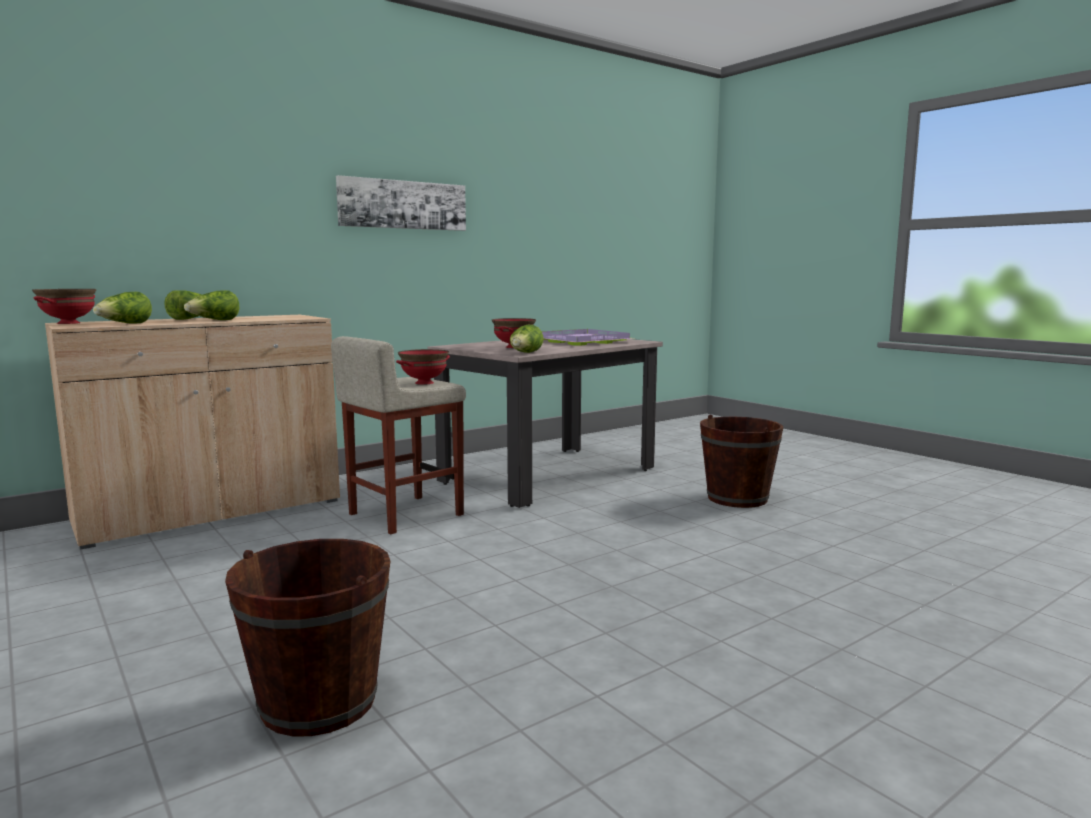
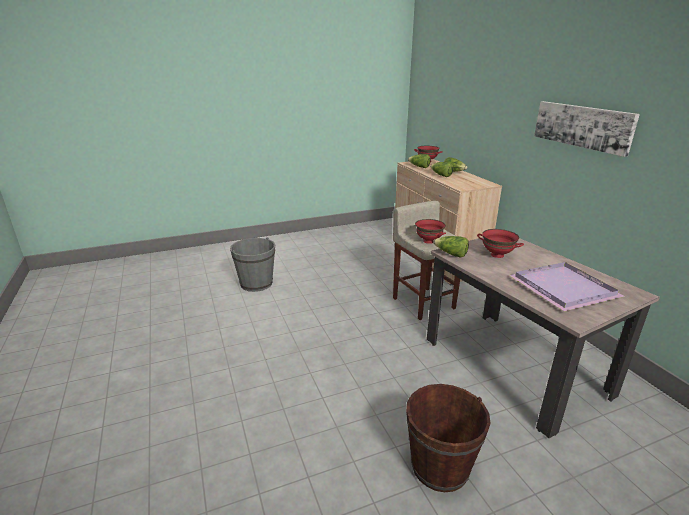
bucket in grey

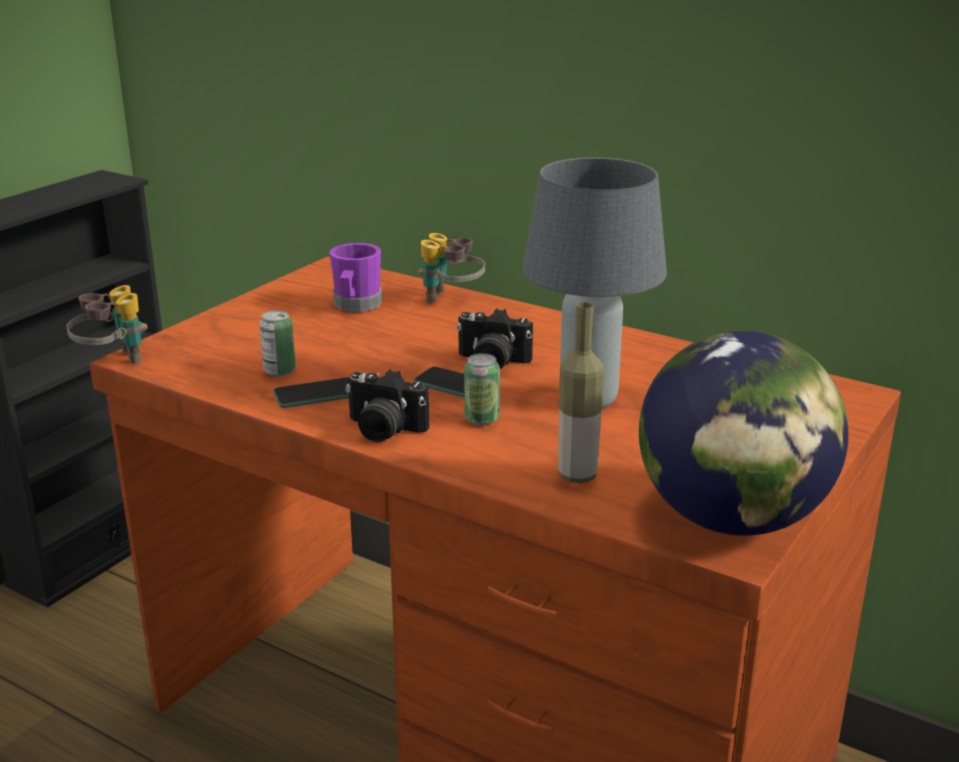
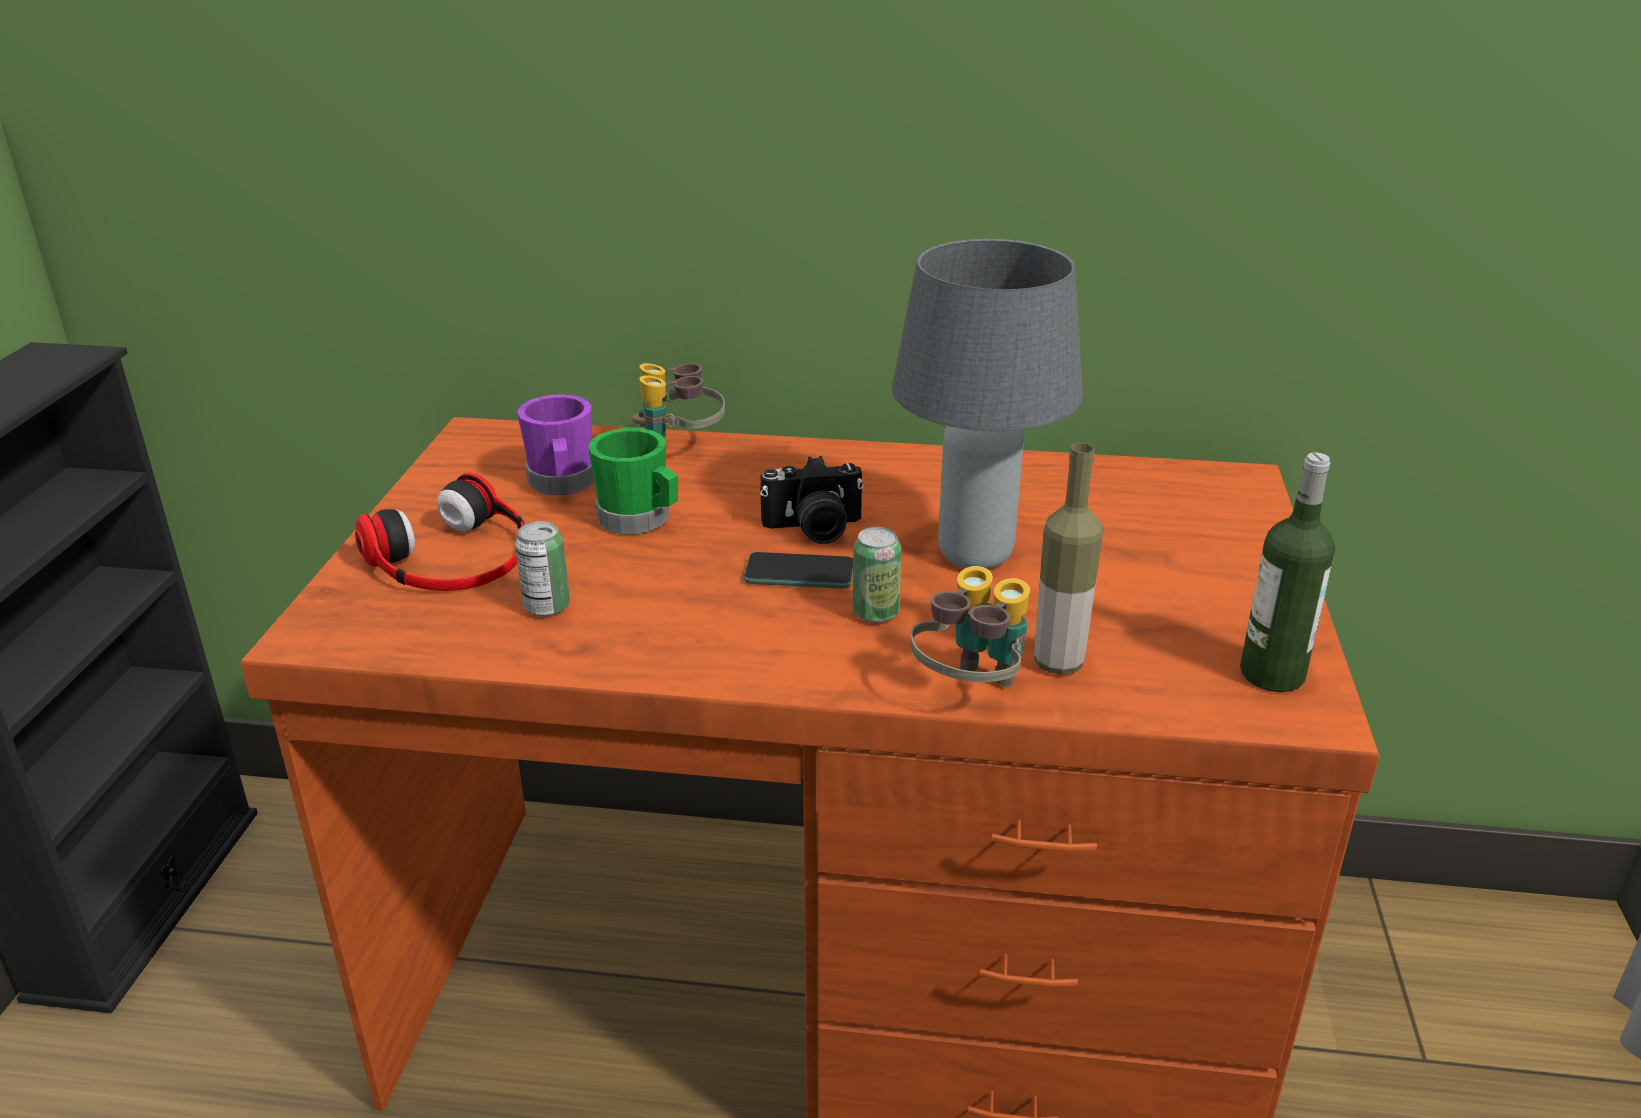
handset (no. 1 from left in the first image)
photo camera (no. 1 from left in the first image)
pair of headphones
coffee mug in greenish
pair of binoculars (no. 2 from left)
beverage bottle (no. 2 from left)

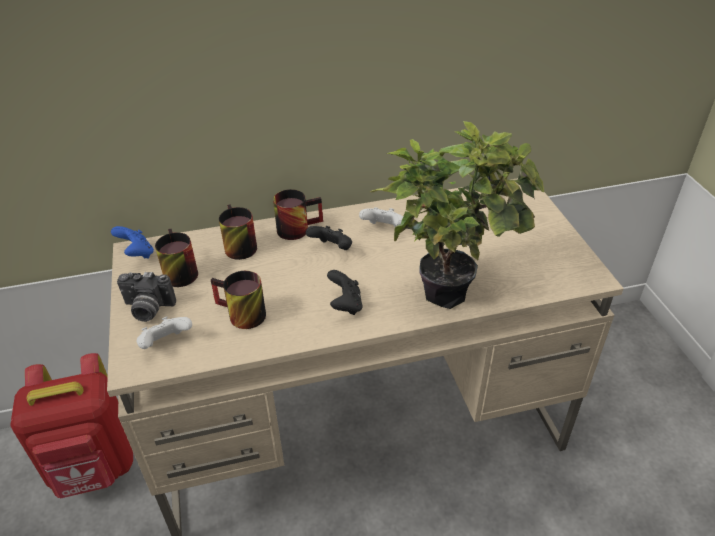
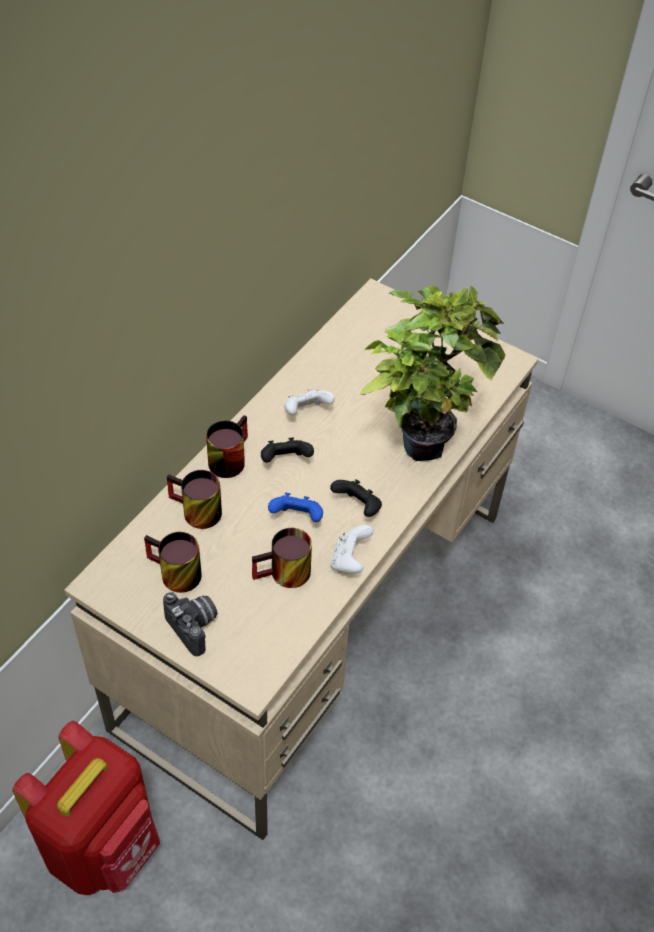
game controller in blue-coloured
game controller in white (no. 2 from left)
photo camera

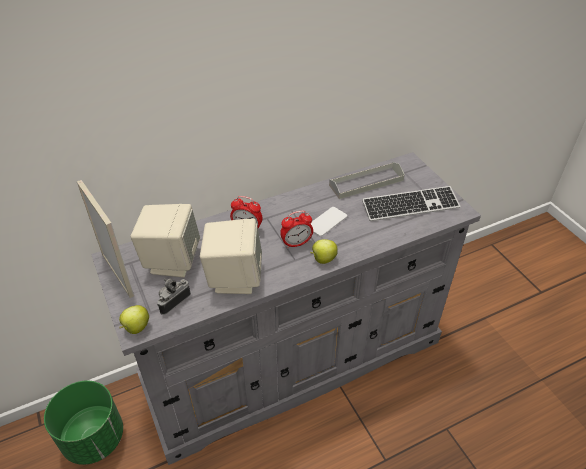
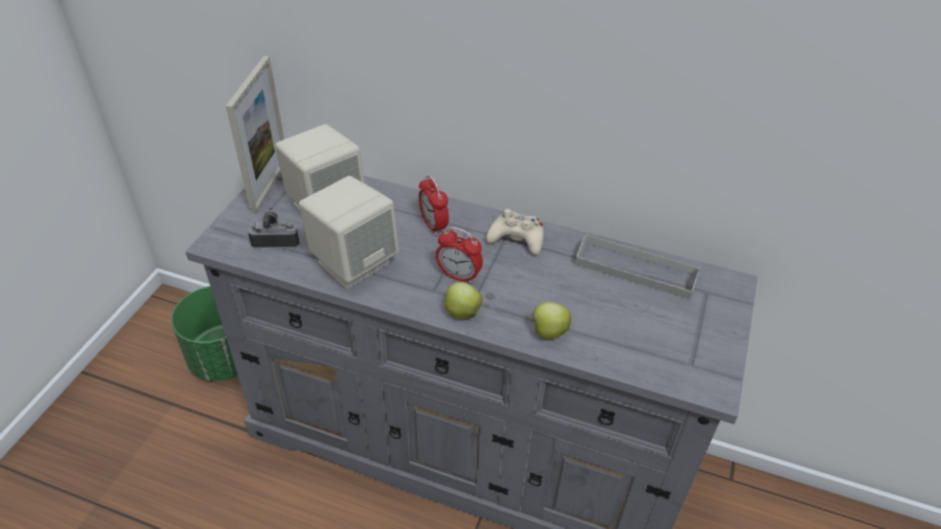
handset
computer keyboard
game controller in beige-coloured
apple (no. 2 from left)

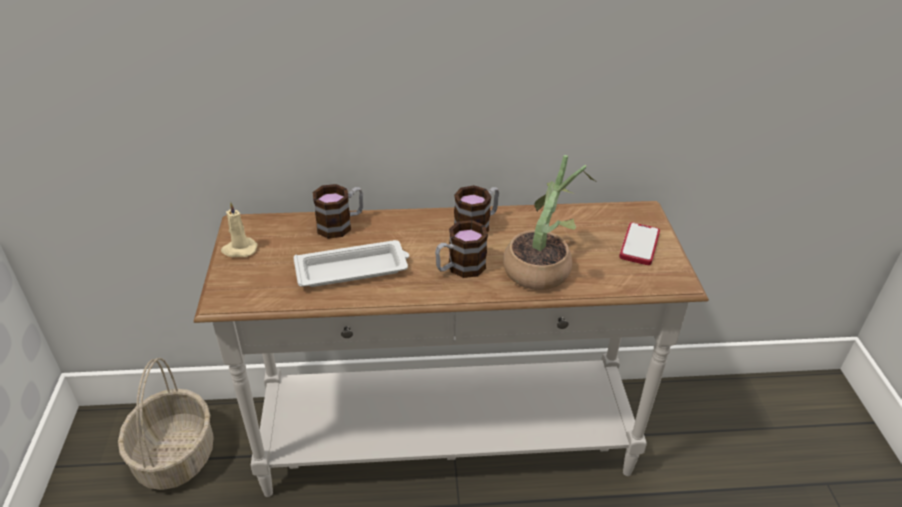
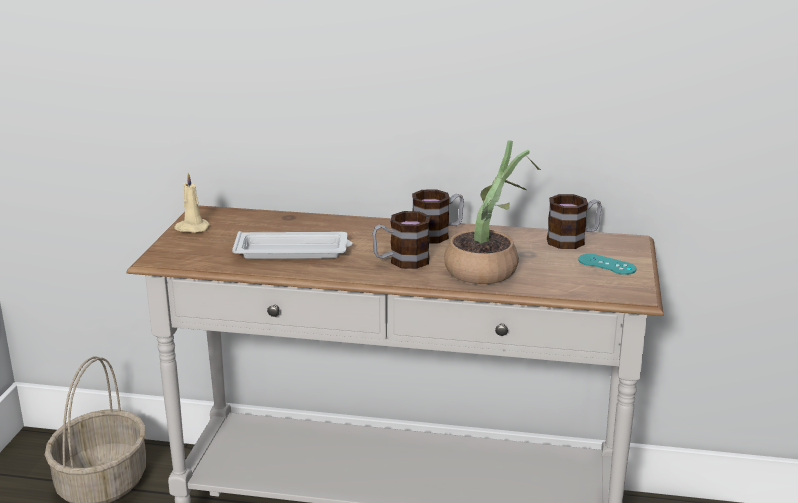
coffee mug (no. 3 from left)
game controller in blue-green

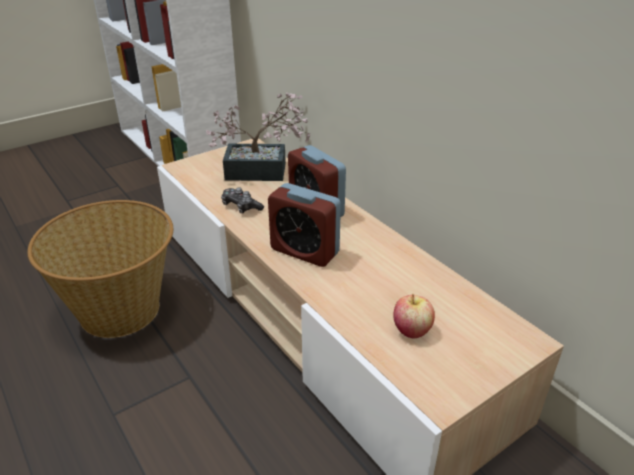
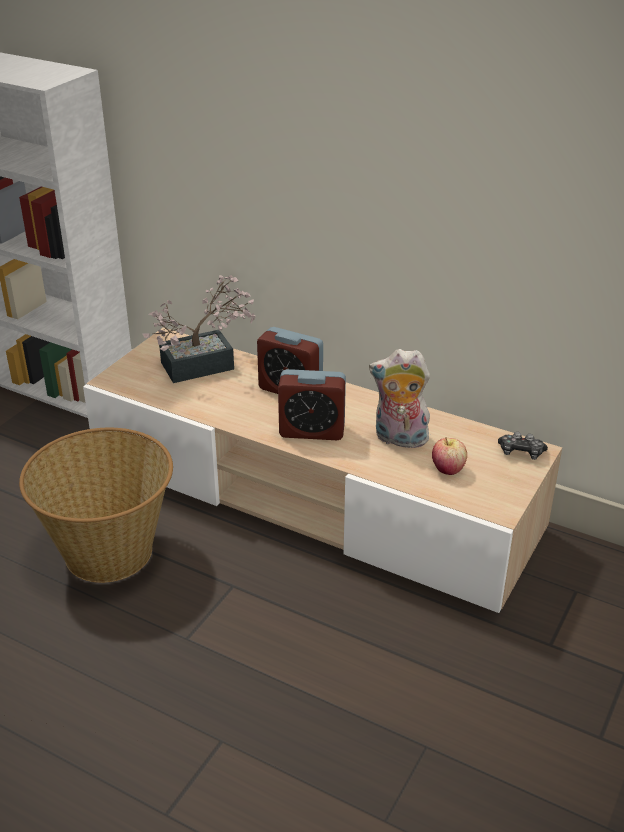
soft toy
game controller

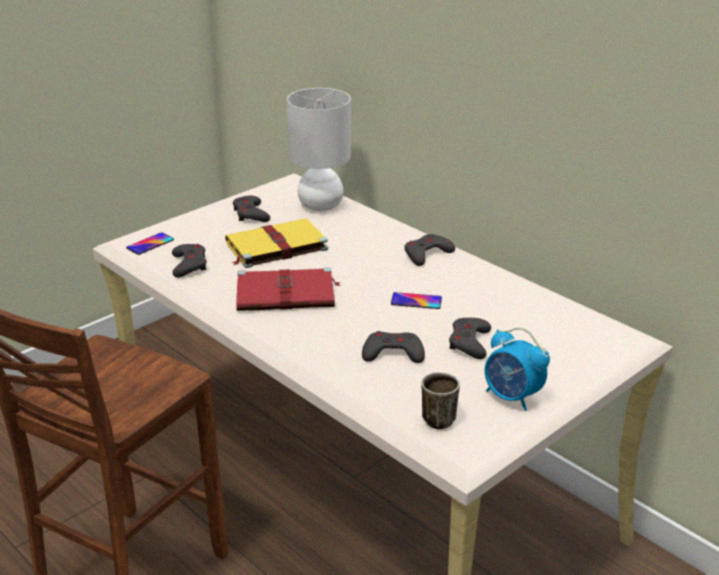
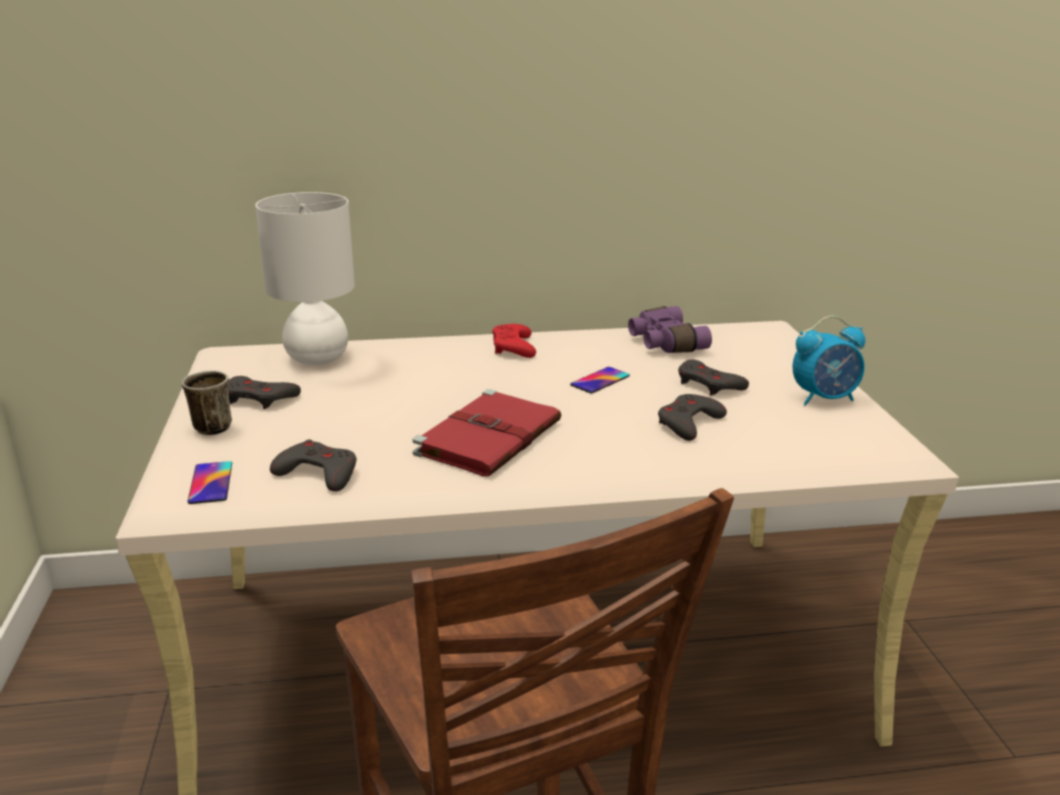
book in yellow
pair of binoculars in purplish
coffee mug
game controller in red

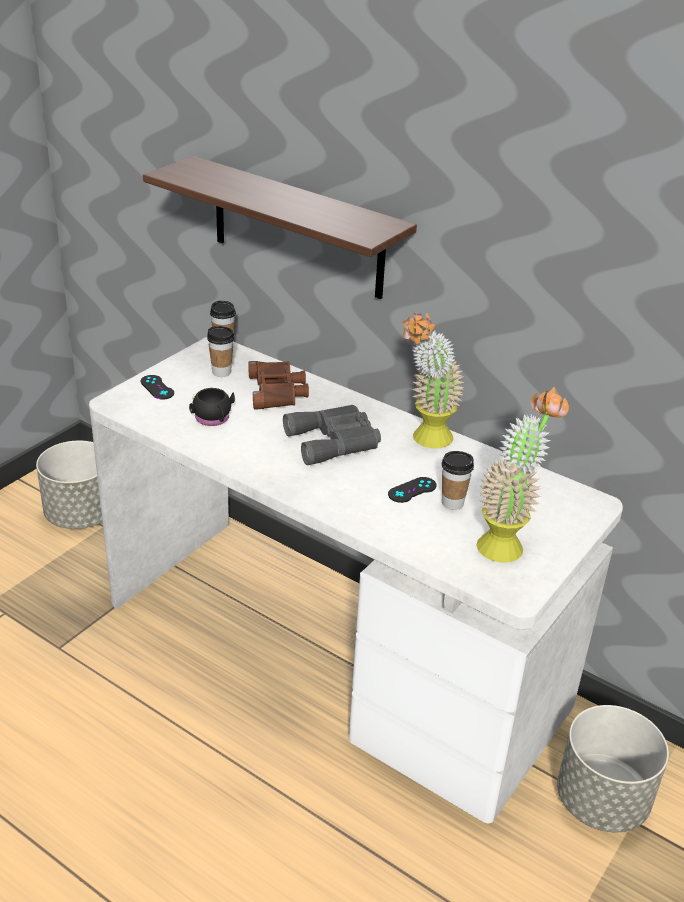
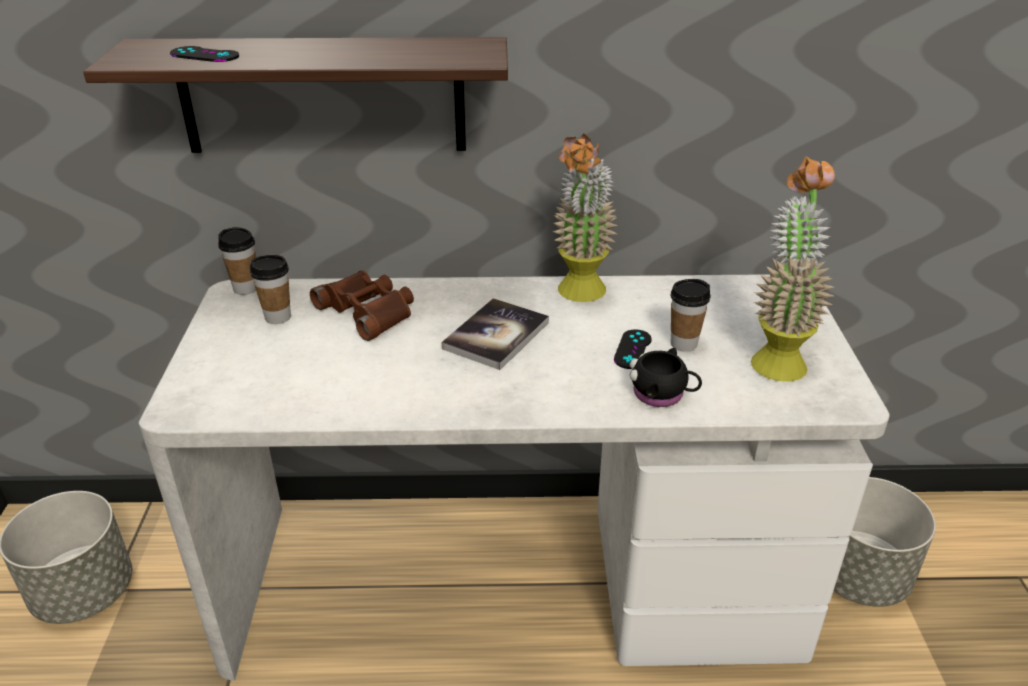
game controller in black-coloured (no. 1 from left)
coffee mug in black-coloured
book

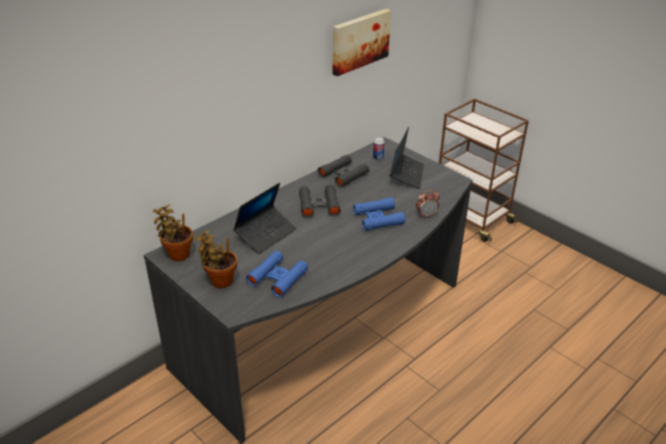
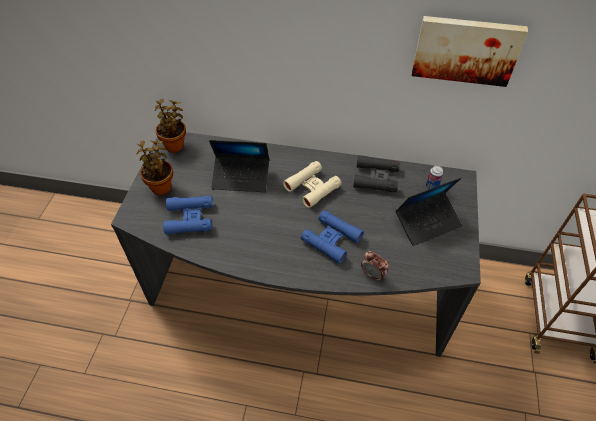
pair of binoculars in beige-coloured

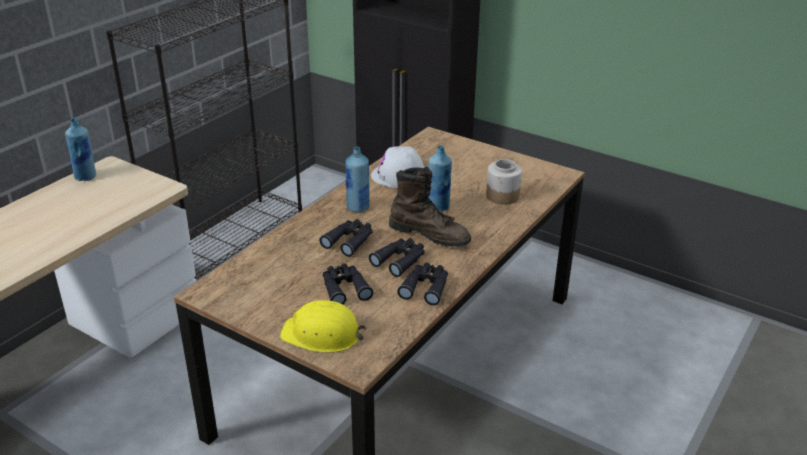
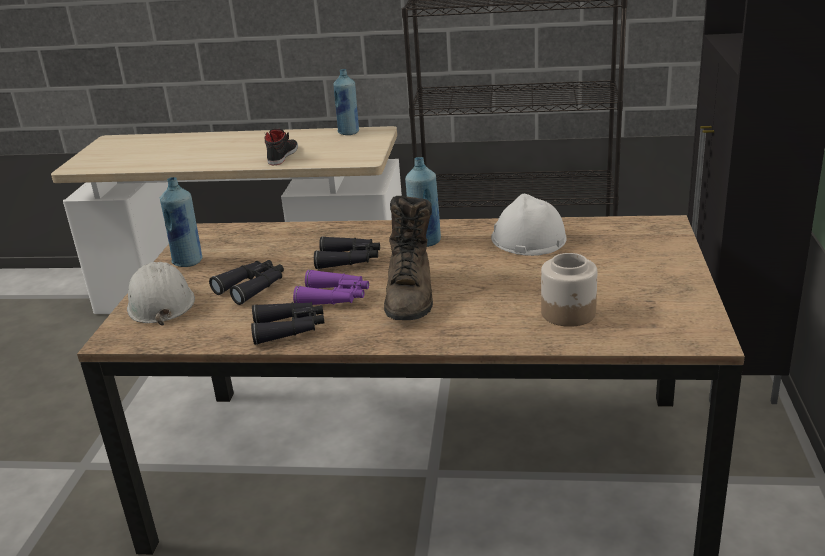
low shoe in black-coloured
beverage bottle in blue-coloured (no. 1 from left)
hard hat in white (no. 1 from left)
pair of binoculars in purplish

